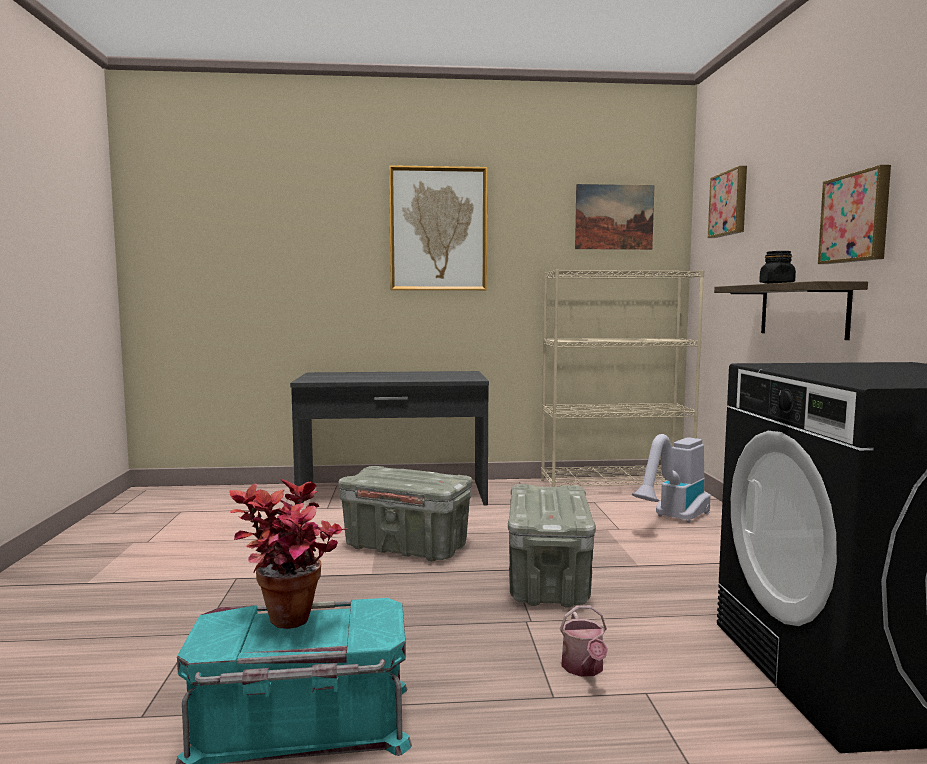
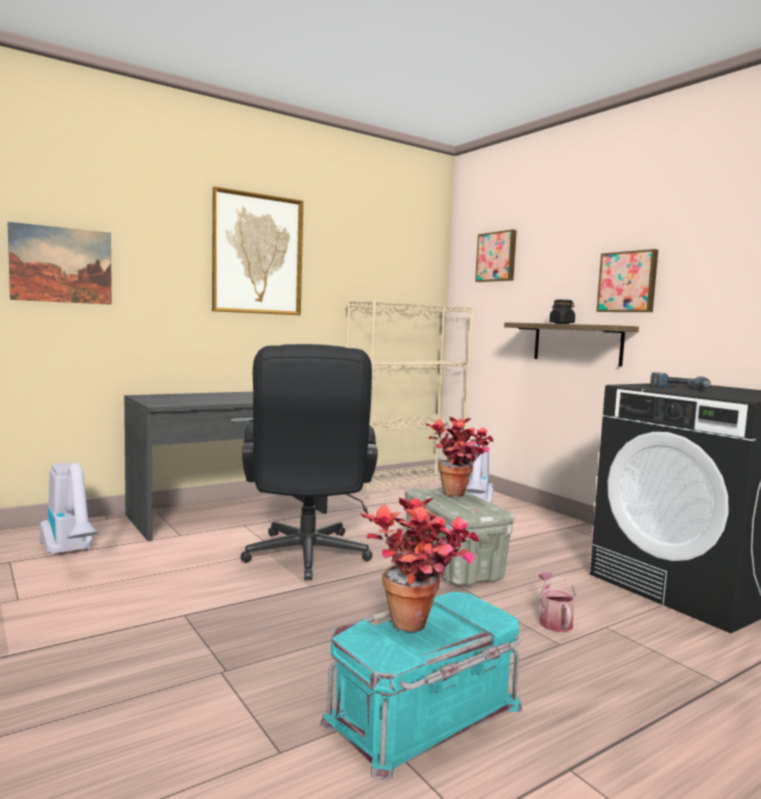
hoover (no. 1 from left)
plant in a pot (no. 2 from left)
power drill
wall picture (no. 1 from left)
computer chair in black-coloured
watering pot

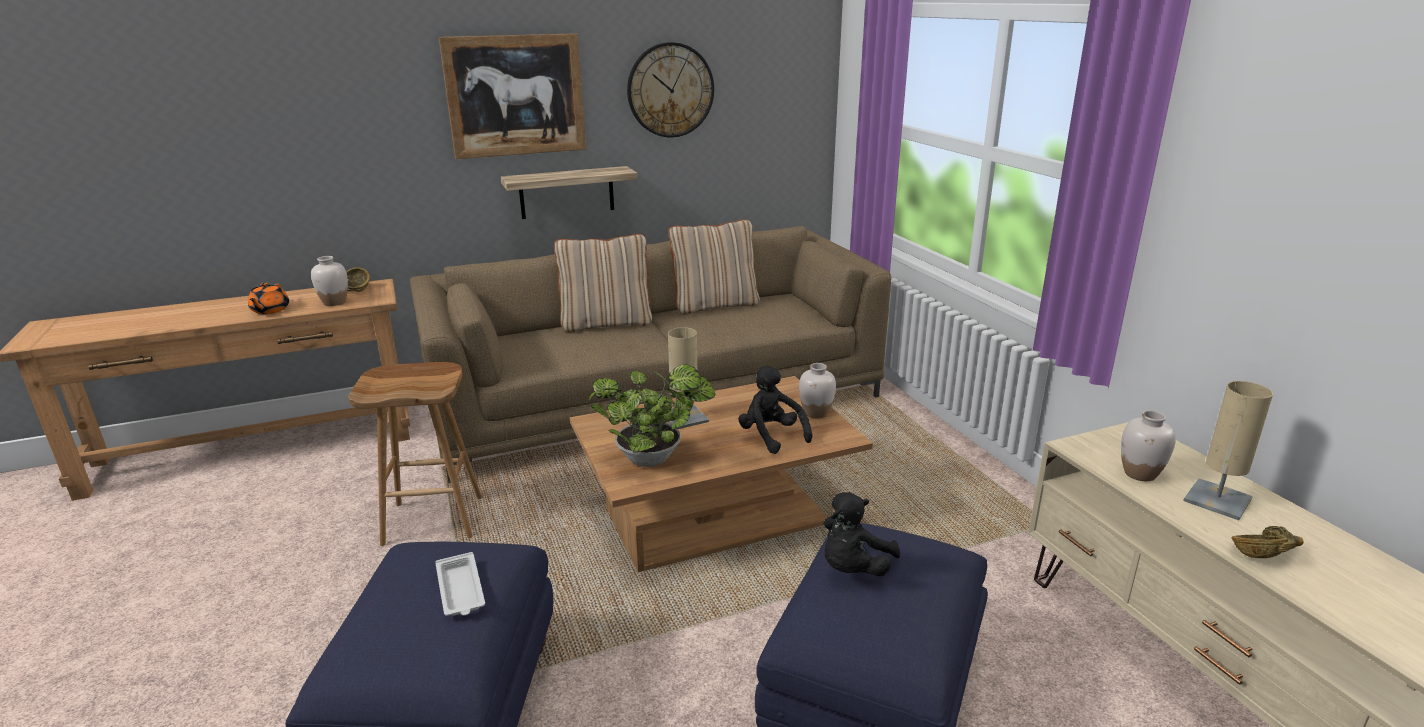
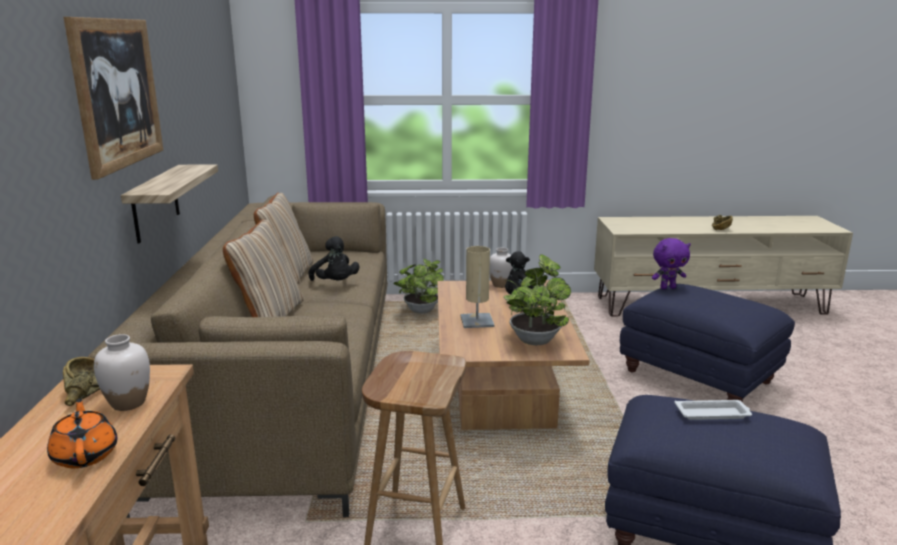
clock on the wall
vase in white (no. 3 from left in the first image)
table lamp in beige-coloured (no. 2 from left in the first image)
plant in a pot (no. 1 from left)
soft toy in purplish
soft toy in black-coloured (no. 1 from left)
teapot in orange-coloured

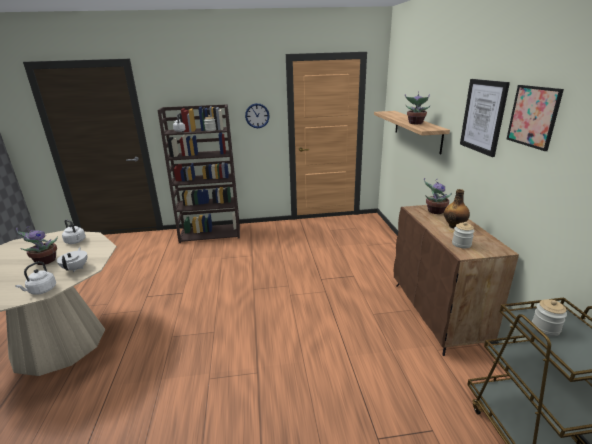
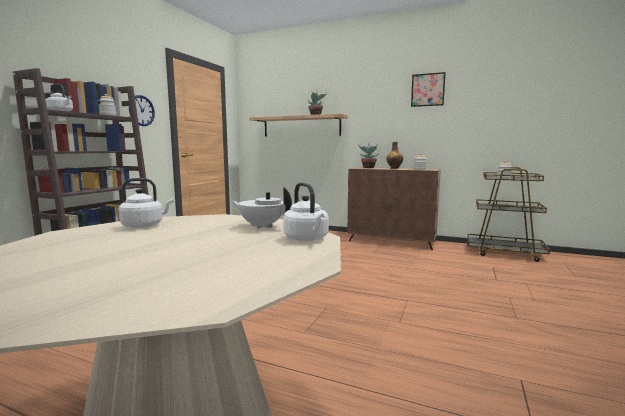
plant in a pot (no. 1 from left in the first image)
wall picture (no. 1 from left in the first image)

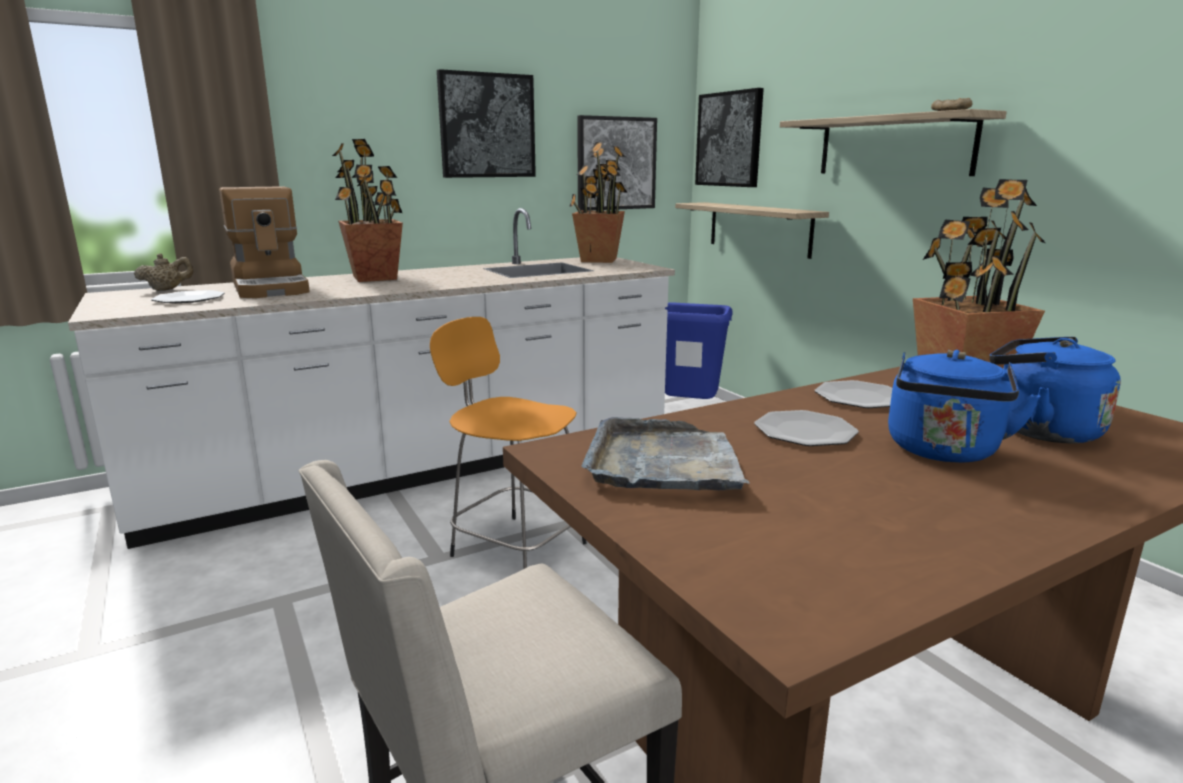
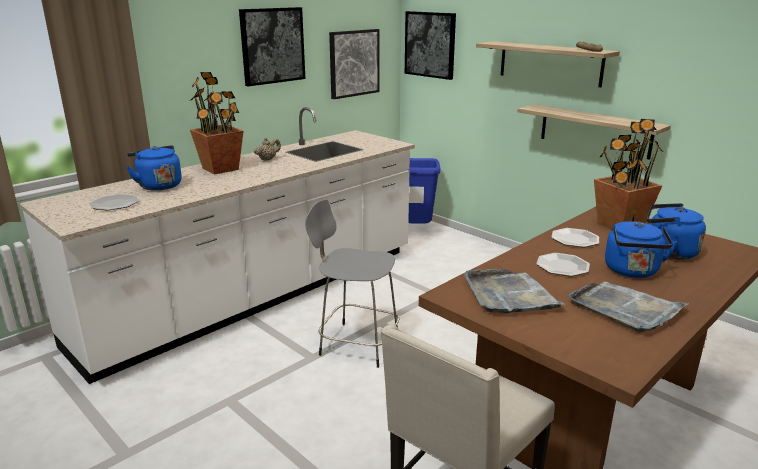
plant in a pot (no. 2 from left in the first image)
carrying tray in grey (no. 2 from left)
teapot in beige-coloured
shelf (no. 2 from left)
tea kettle in blue-coloured (no. 1 from left)
sitting stool in grey

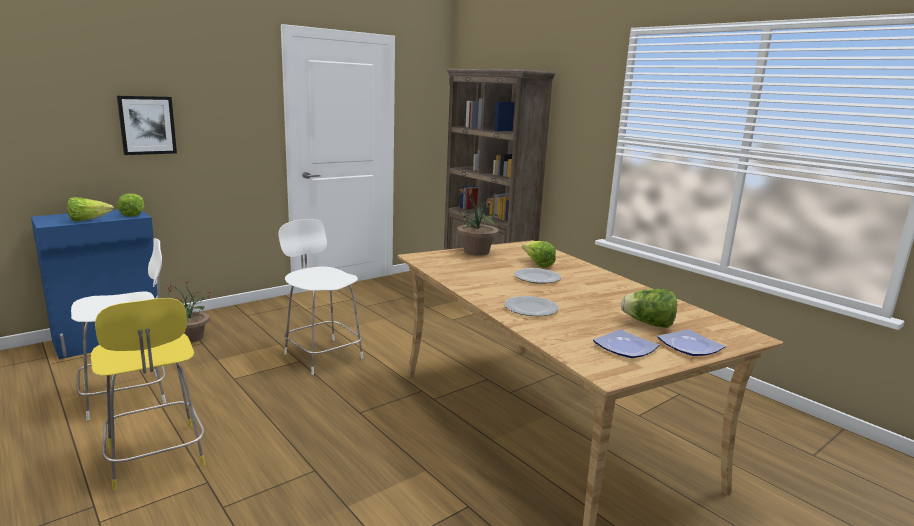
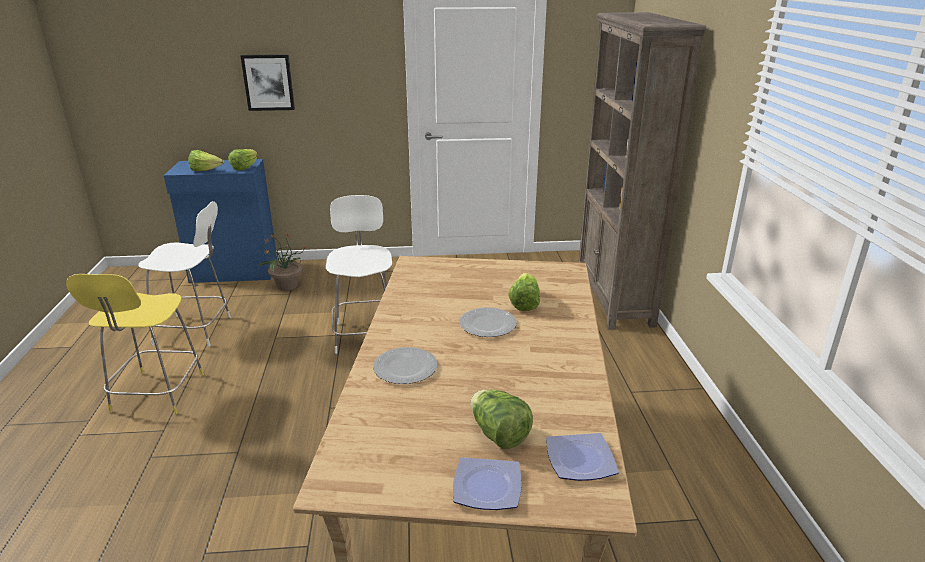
plant in a pot (no. 2 from left in the first image)
flat dish (no. 4 from left)

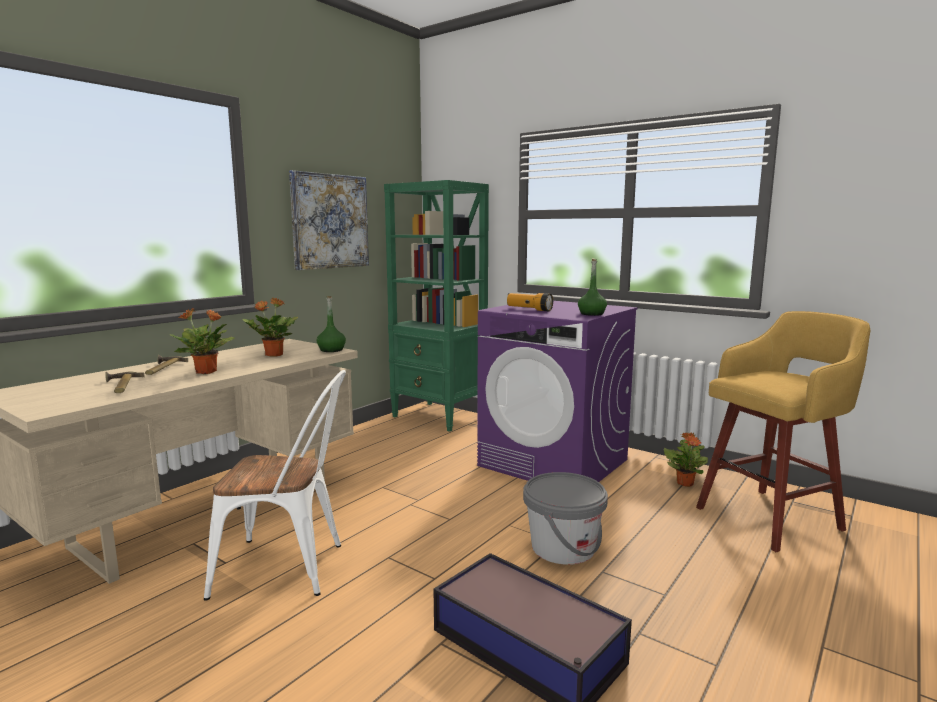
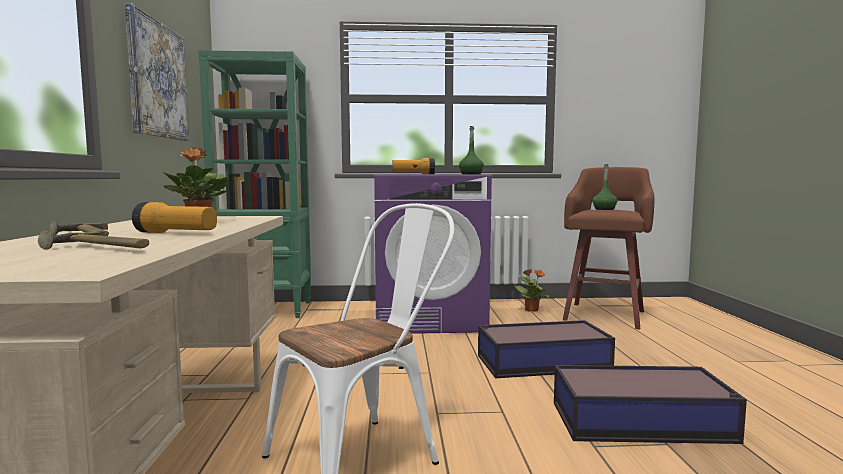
beverage bottle in greenish (no. 2 from left)
flashlight (no. 1 from left)
storage container (no. 1 from left)
sitting stool in brown-coloured

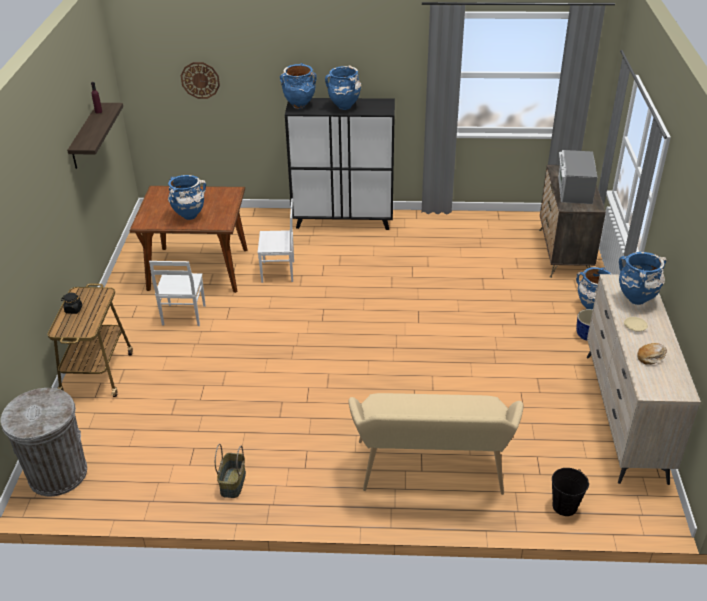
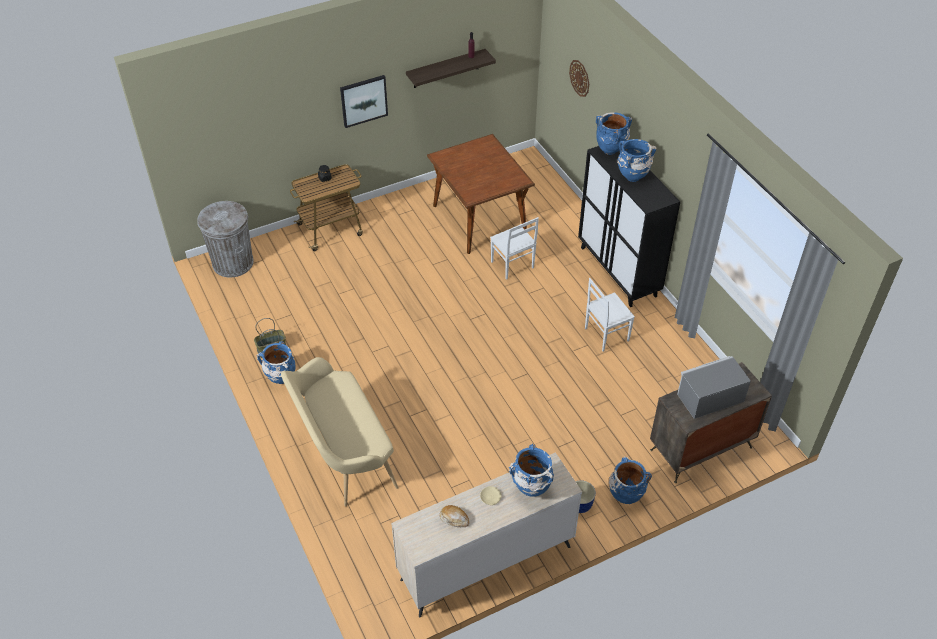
bucket in black-coloured
wall picture
plain chair in white (no. 2 from left)
vase in blue-coloured (no. 1 from left)

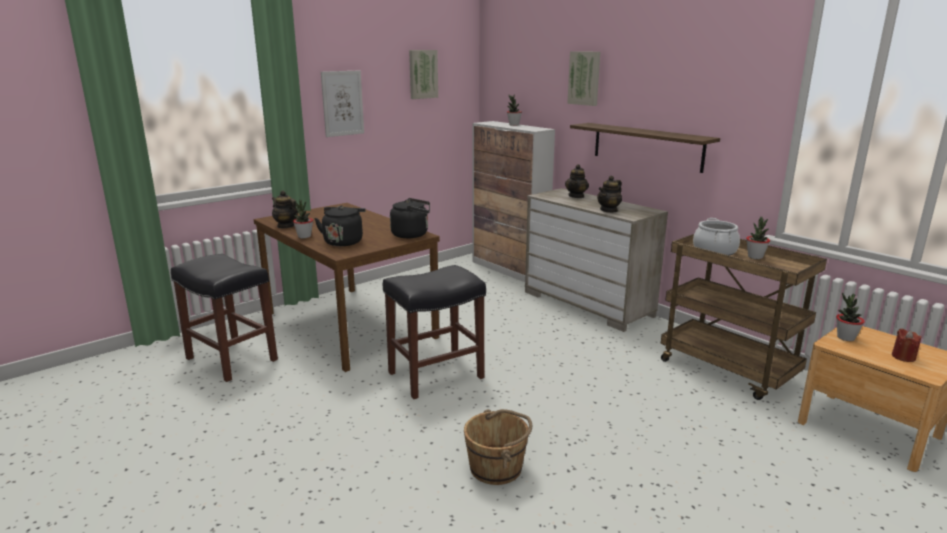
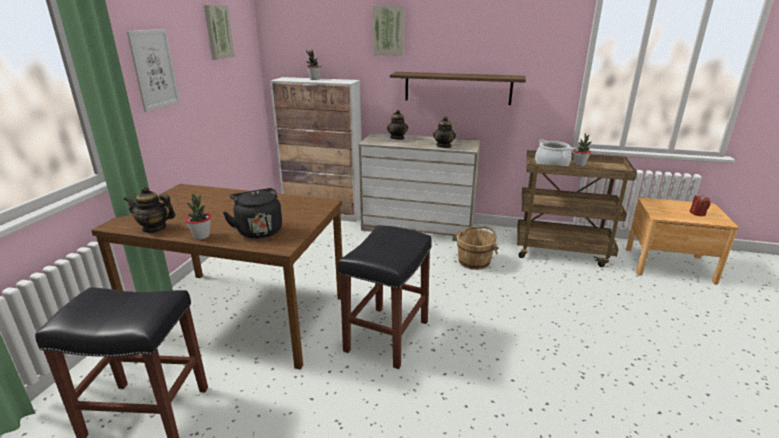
tea kettle in black-coloured (no. 2 from left in the first image)
plant in a pot (no. 4 from left in the first image)
bucket in brown-coloured

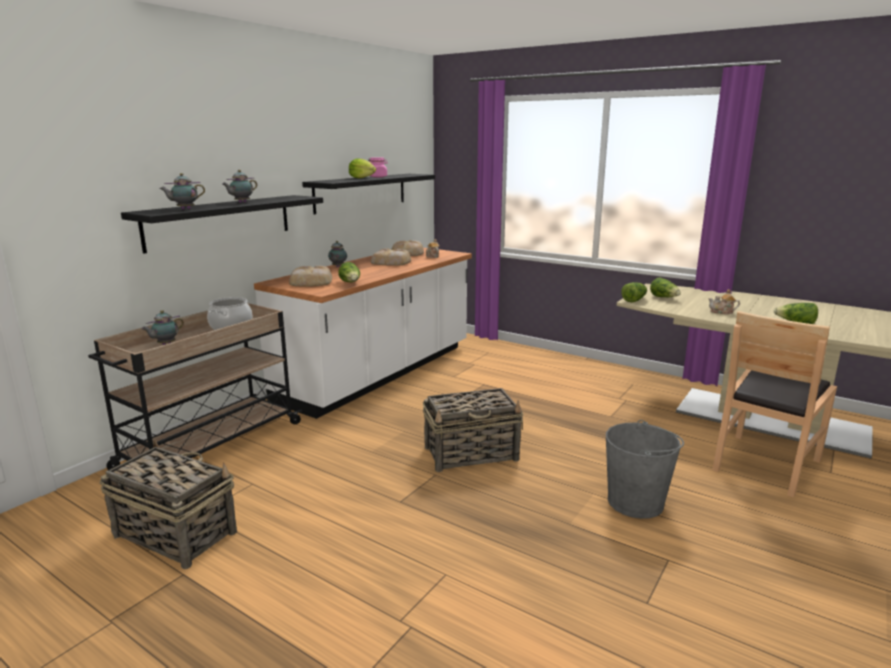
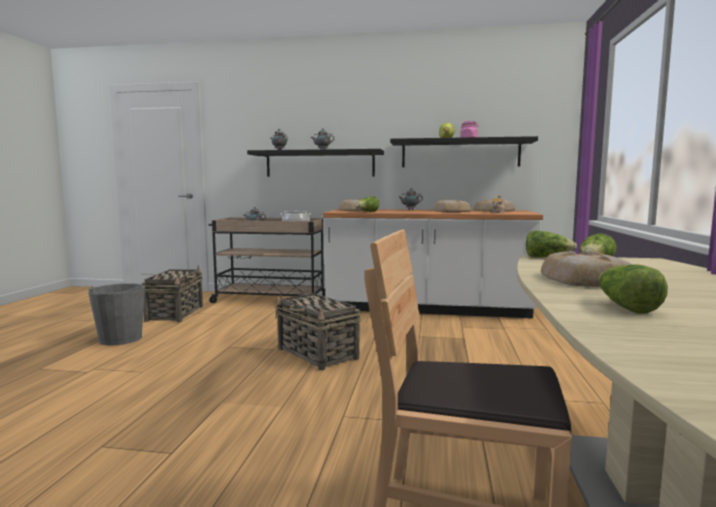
bucket in grey
bakery bread (no. 4 from left)

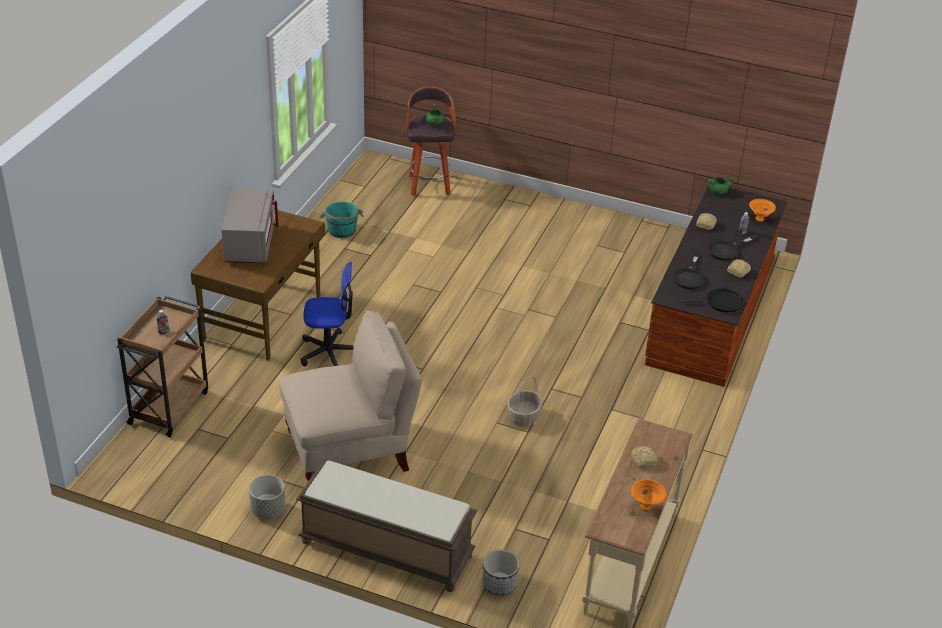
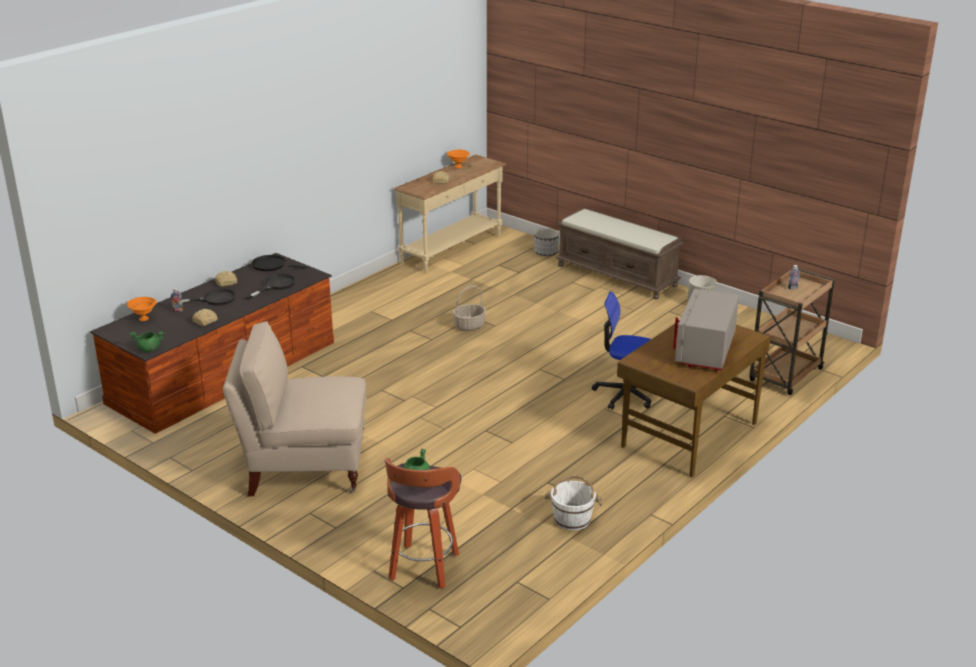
plain chair in beige-coloured
bucket in white

